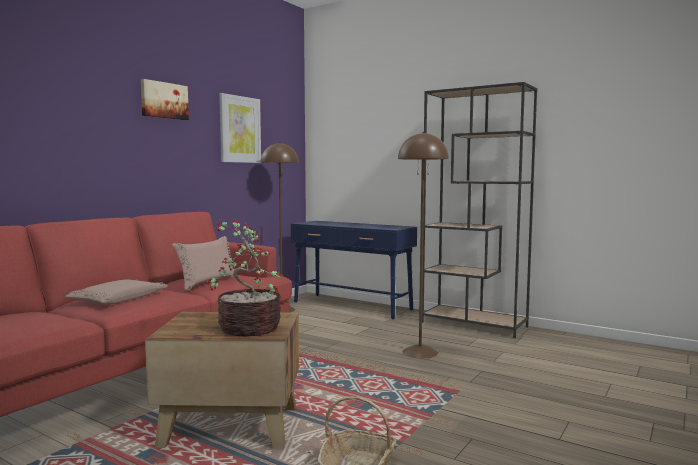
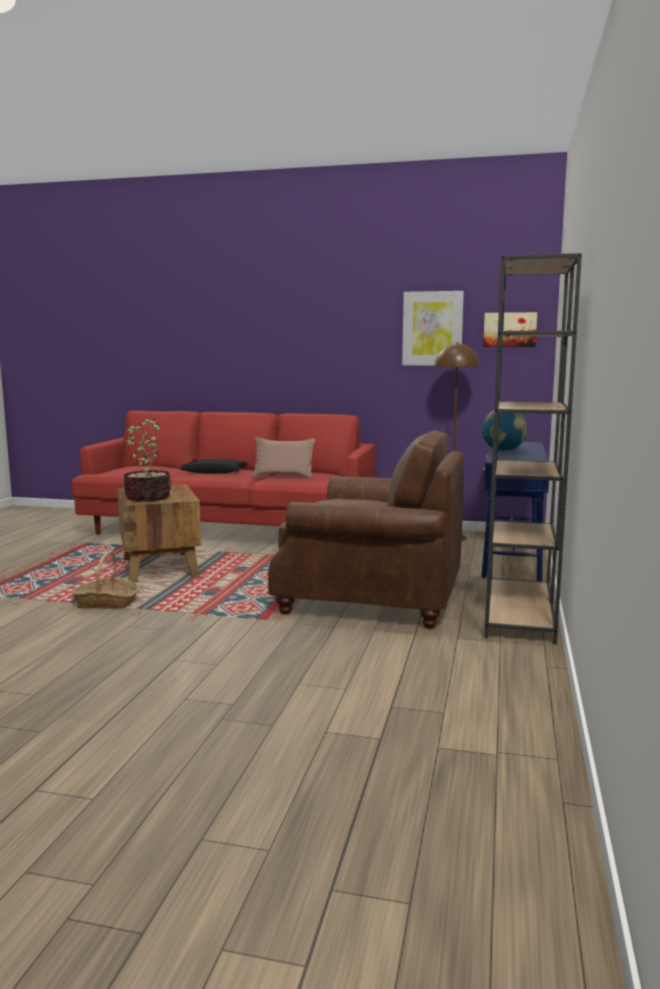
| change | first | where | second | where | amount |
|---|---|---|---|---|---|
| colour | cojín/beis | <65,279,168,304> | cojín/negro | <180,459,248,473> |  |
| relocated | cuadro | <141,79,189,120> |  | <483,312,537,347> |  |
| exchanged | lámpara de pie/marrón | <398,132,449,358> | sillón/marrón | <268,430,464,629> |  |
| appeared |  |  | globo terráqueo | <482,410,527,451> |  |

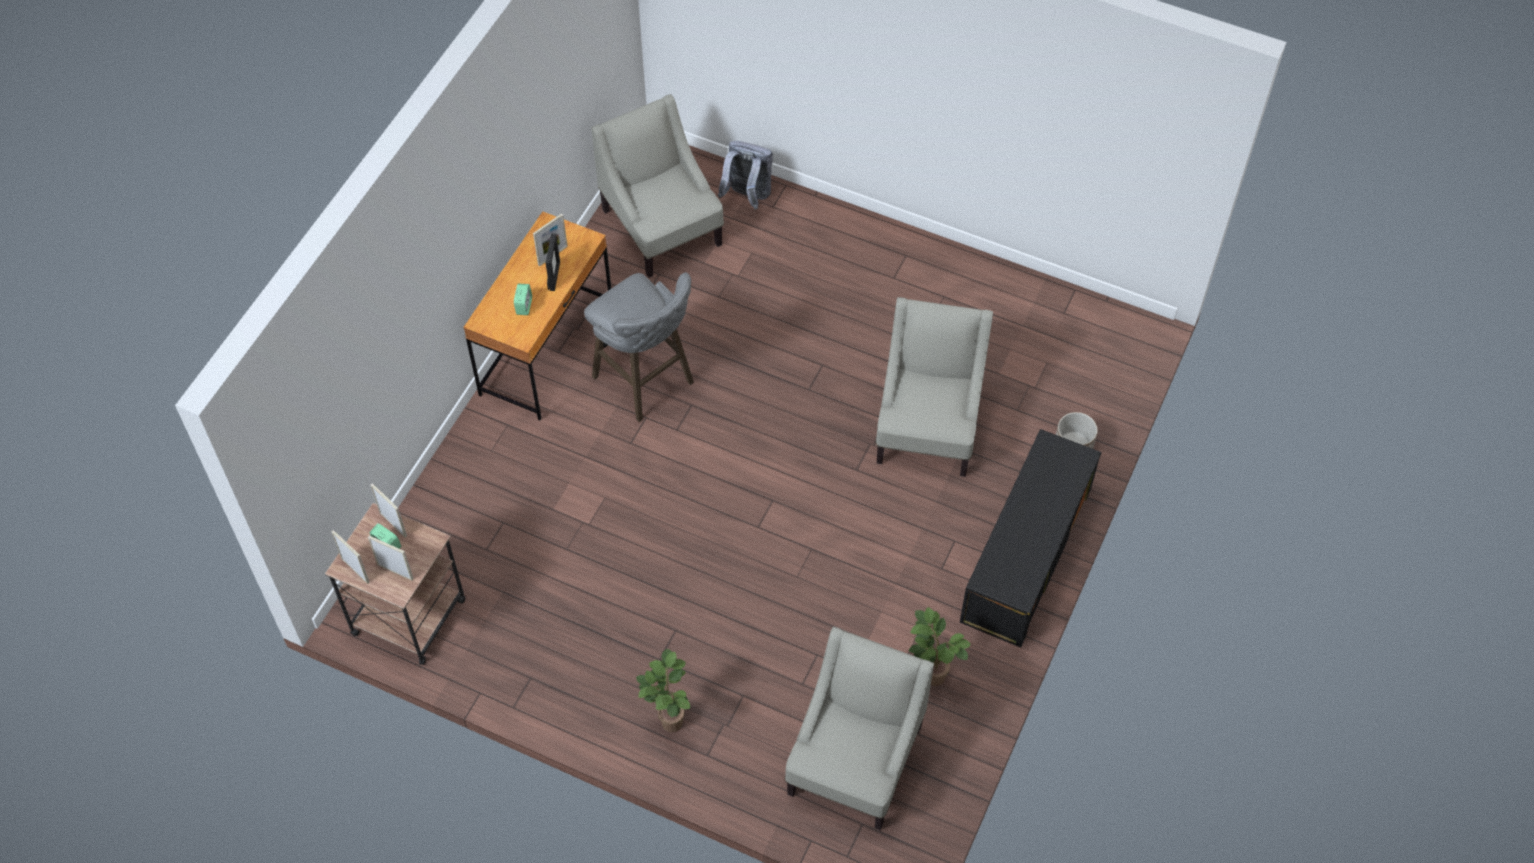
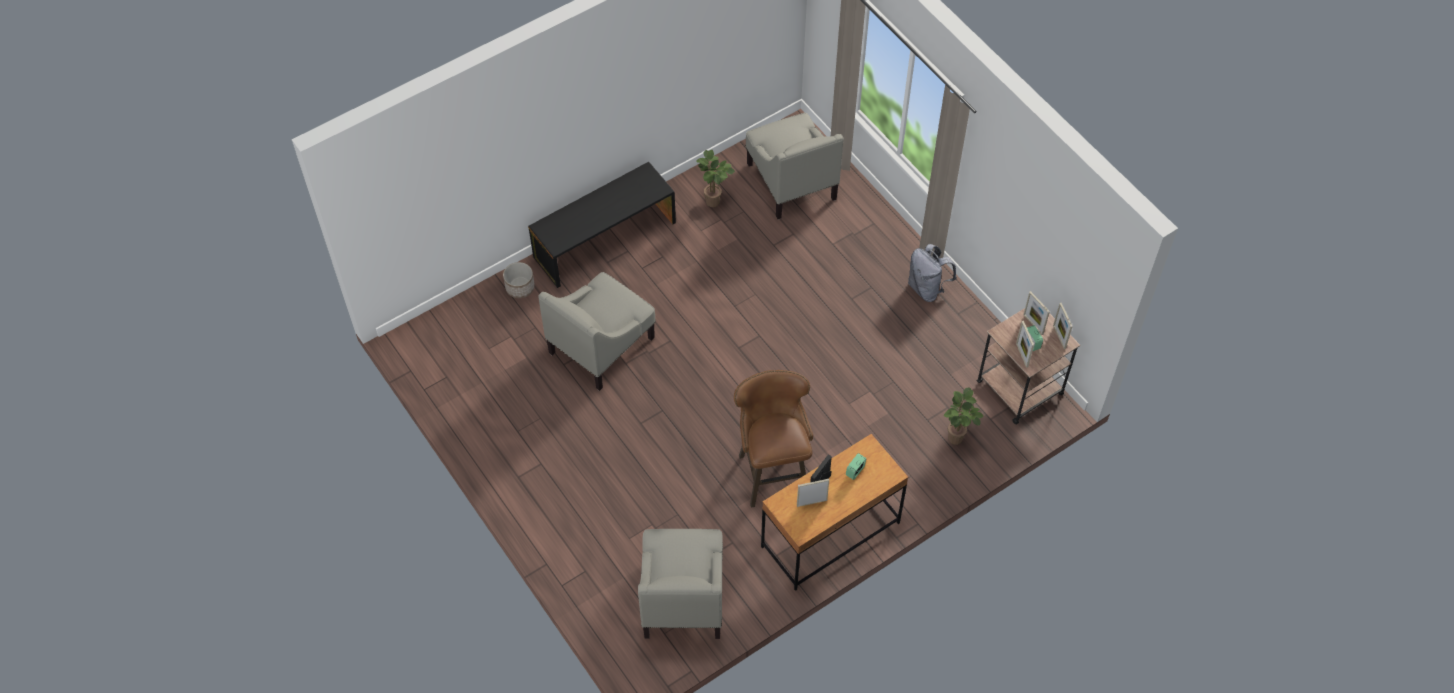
| change | first | where | second | where | amount |
|---|---|---|---|---|---|
| colour | taburete/gris | <584,272,694,422> | taburete/marrón | <734,370,813,508> |  |
| relocated | planta en maceta | <636,649,690,732> |  | <944,388,983,445> |  |
| relocated | mochila/gris | <718,141,773,210> |  | <908,244,957,302> |  |
| spun | sillón/gris | <785,626,934,831> |  | <745,113,844,220> | 75 degrees counterclockwise |

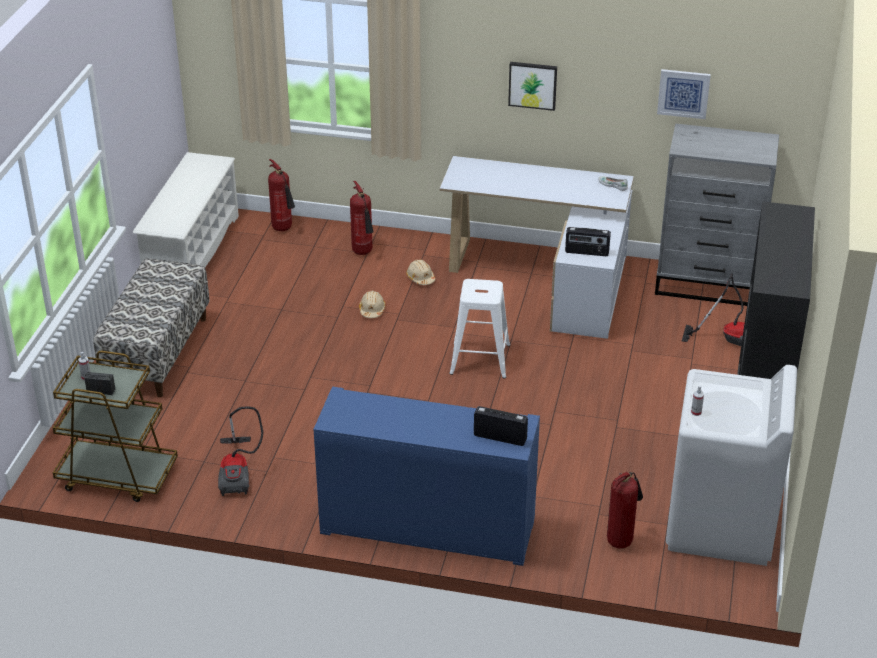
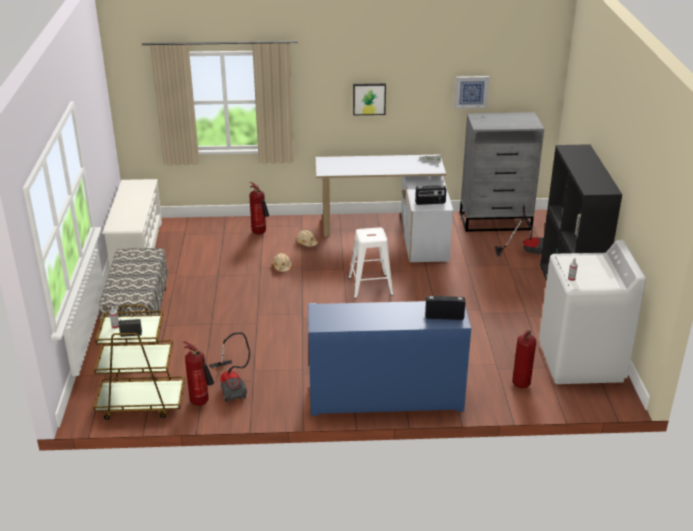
| change | first | where | second | where | amount |
|---|---|---|---|---|---|
| relocated | extintor | <268,159,295,231> |  | <184,341,214,406> |  |

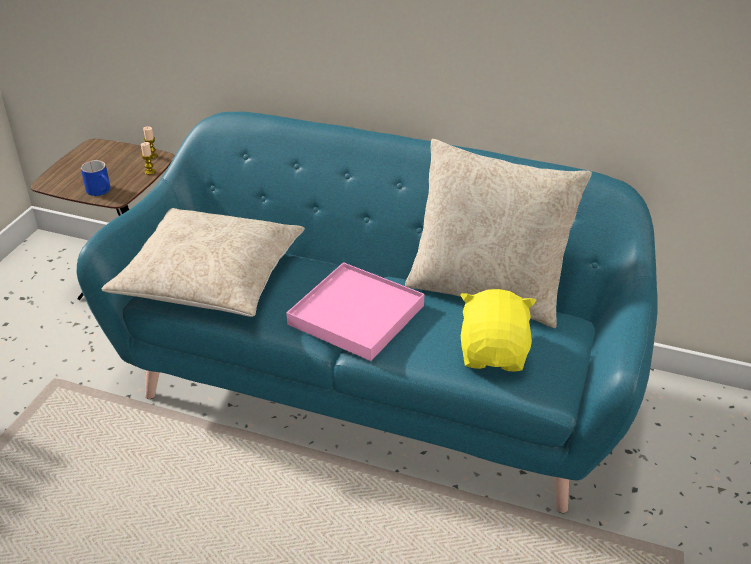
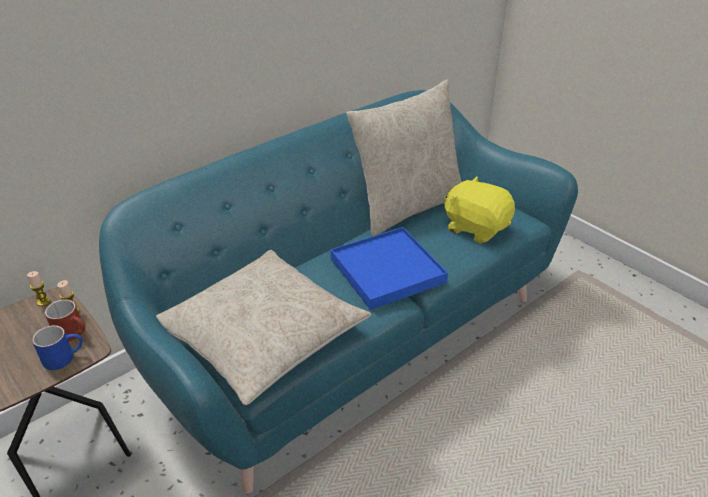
| change | first | where | second | where | amount |
|---|---|---|---|---|---|
| colour | bandeja/rosa | <286,262,424,361> | bandeja/azul | <331,227,448,310> |  |
| appeared |  |  | taza grande/rojo | <45,299,86,341> |  |

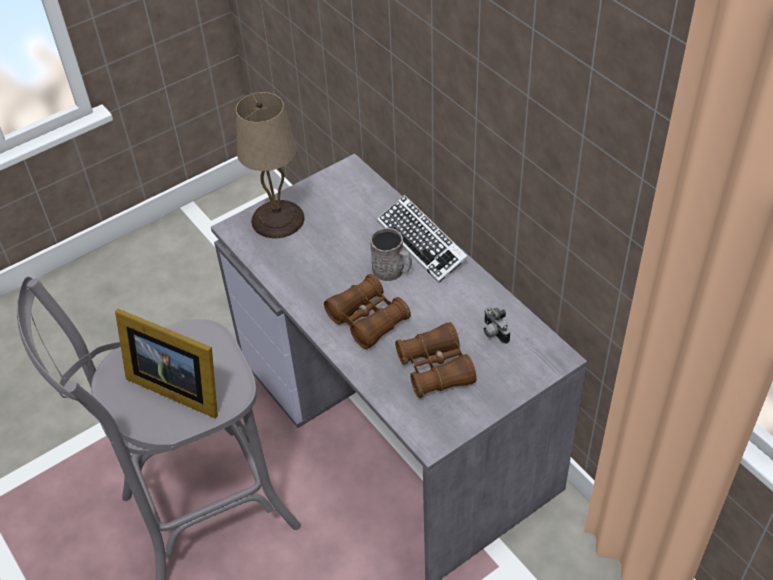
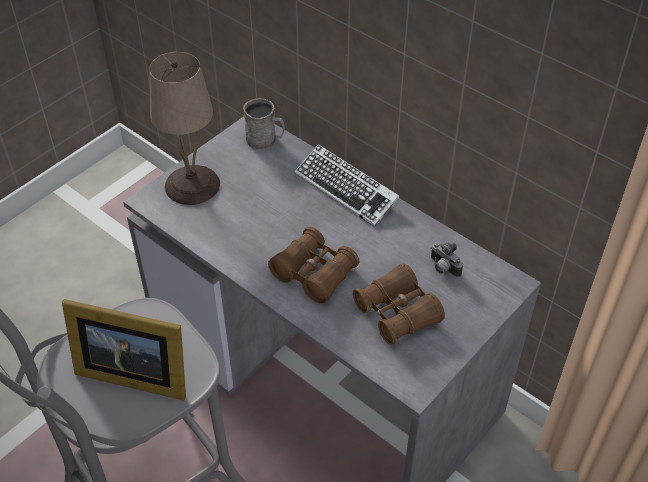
| change | first | where | second | where | amount |
|---|---|---|---|---|---|
| relocated | taza grande/gris | <370,228,412,281> |  | <243,98,285,150> |  |

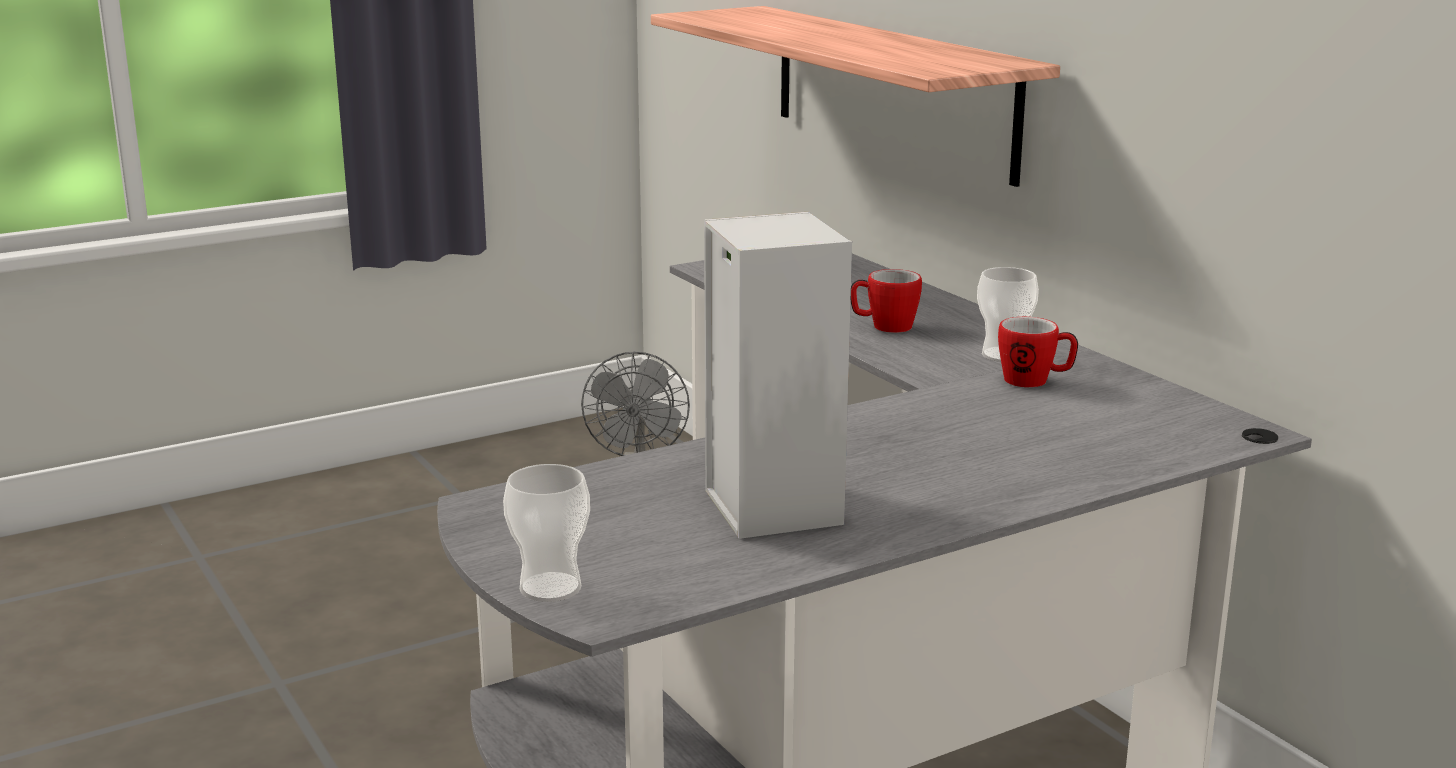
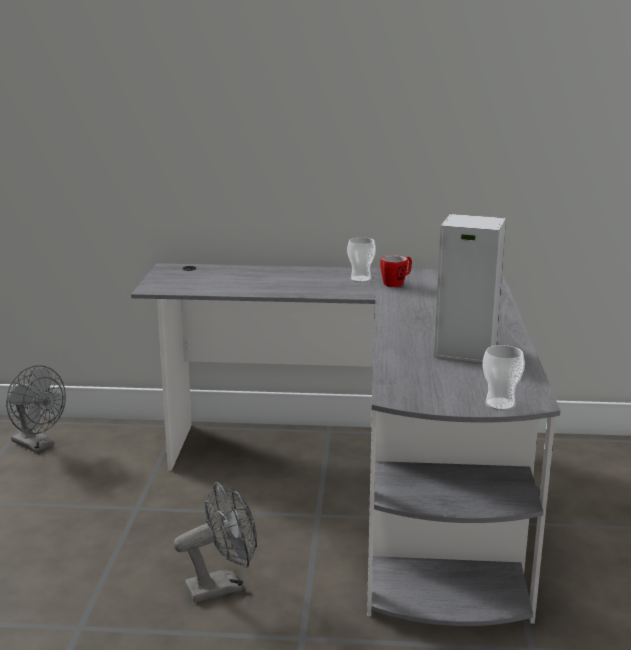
| change | first | where | second | where | amount |
|---|---|---|---|---|---|
| missing | estante | <651,6,1060,187> |  |  |  |
| missing | taza grande | <851,269,922,333> |  |  |  |
| appeared |  |  | ventilador/gris | <174,482,257,602> |  |

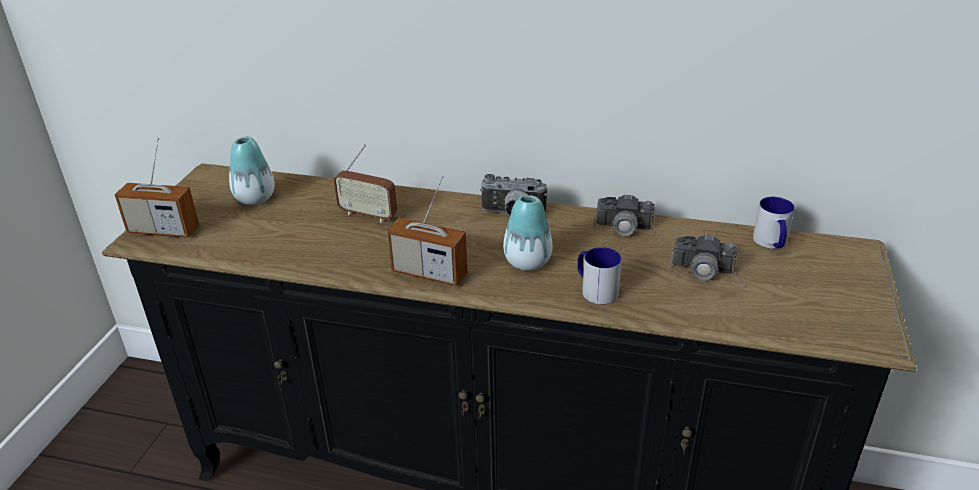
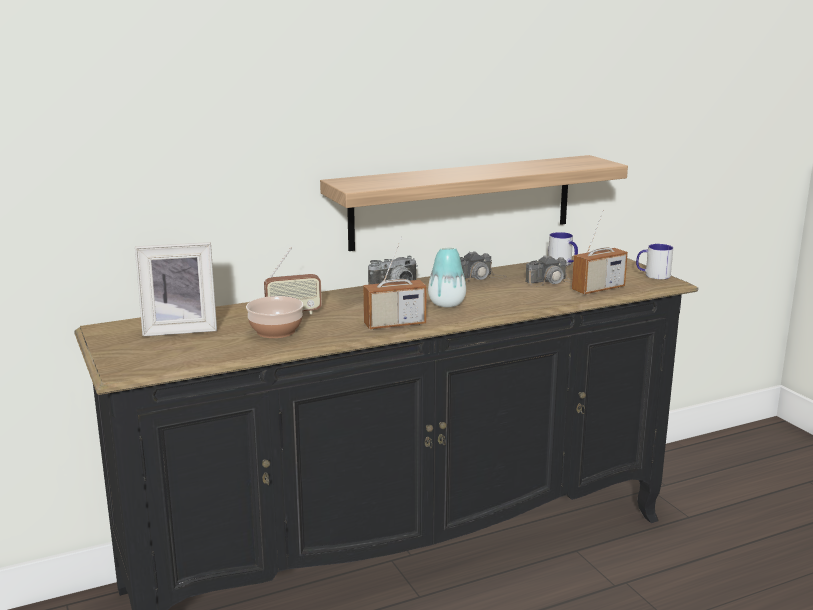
| change | first | where | second | where | amount |
|---|---|---|---|---|---|
| relocated | radio | <115,137,199,238> |  | <572,210,628,294> |  |
| exchanged | florero | <229,136,275,205> | portarretratos | <135,242,217,337> |  |
| relocated | taza grande | <577,247,622,304> |  | <636,244,673,279> |  |
| appeared |  |  | cuenco | <246,296,303,338> |  |
| appeared |  |  | estante | <320,155,628,251> |  |

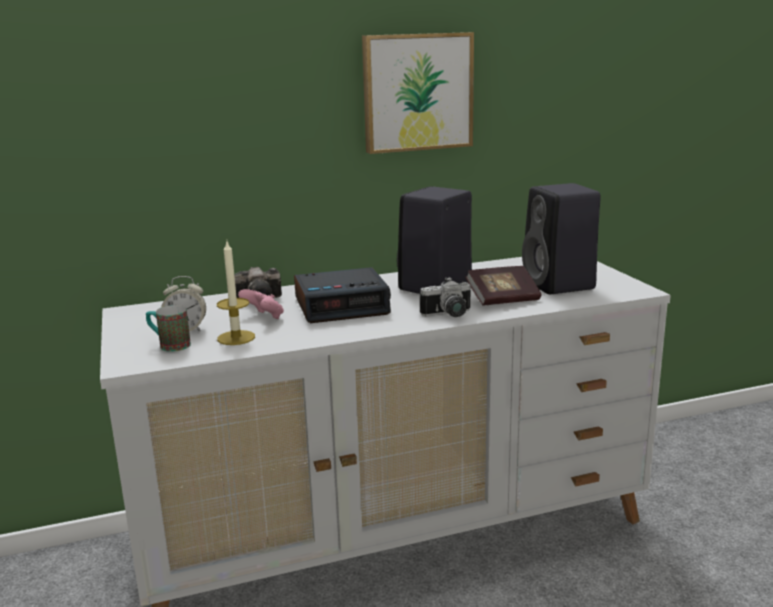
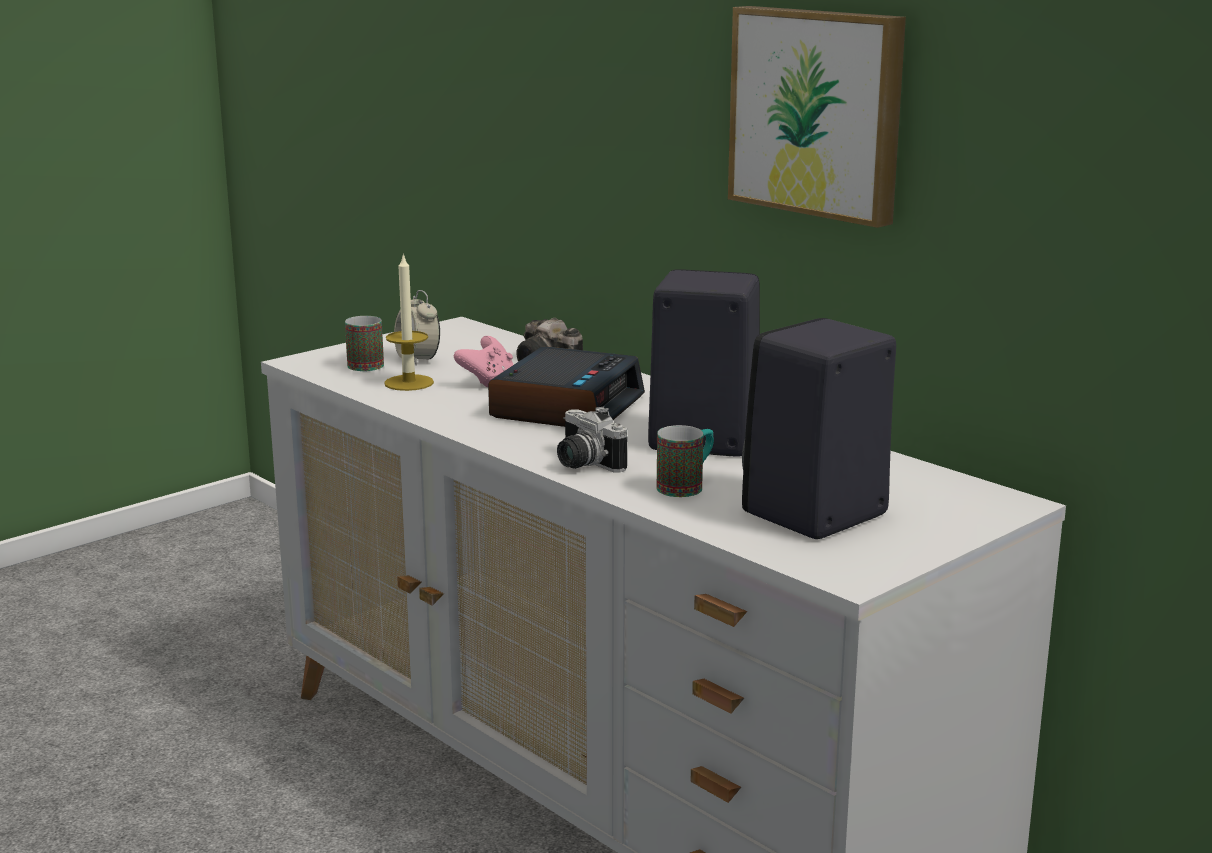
| change | first | where | second | where | amount |
|---|---|---|---|---|---|
| spun | despertador | <294,267,391,323> |  | <488,346,645,427> | 120 degrees counterclockwise |
| exchanged | libro | <465,266,541,306> | taza grande | <657,425,714,497> |  |

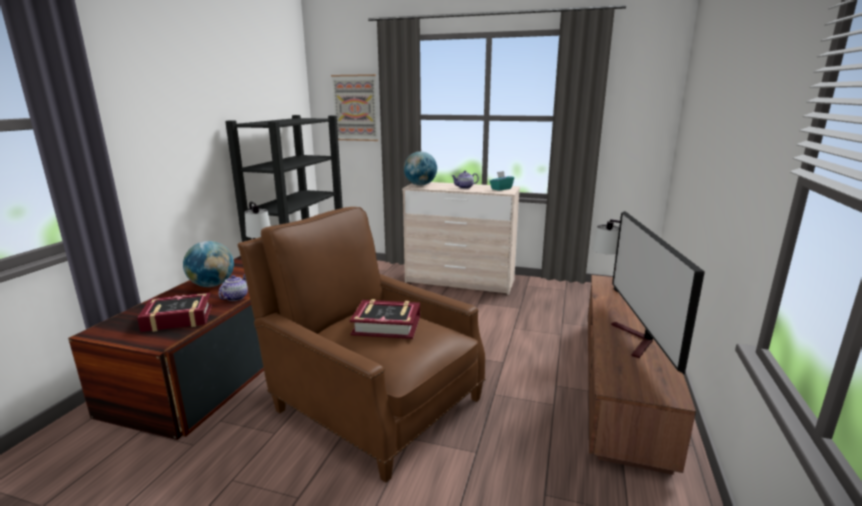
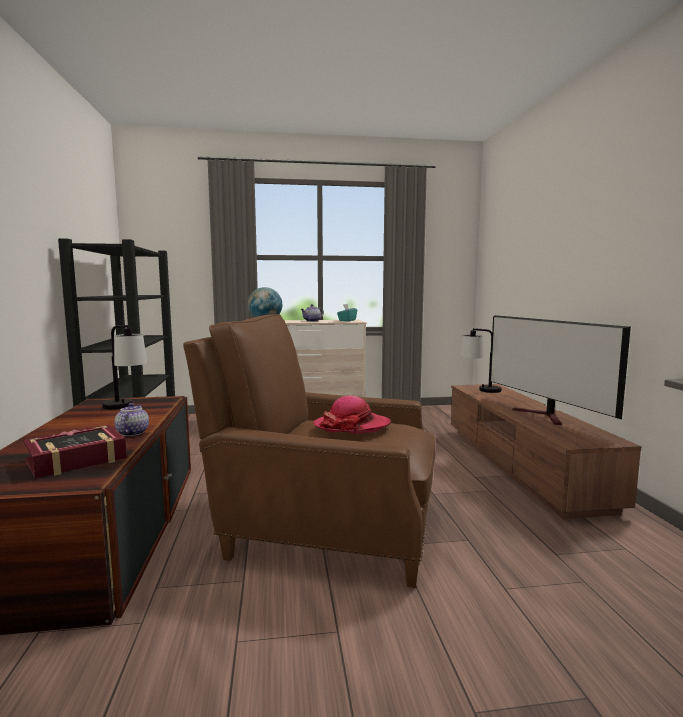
| change | first | where | second | where | amount |
|---|---|---|---|---|---|
| missing | globo terráqueo | <183,241,234,287> |  |  |  |
| missing | cuadro | <331,74,378,141> |  |  |  |
| exchanged | libro | <350,299,420,339> | sombrero | <313,396,391,434> |  |

